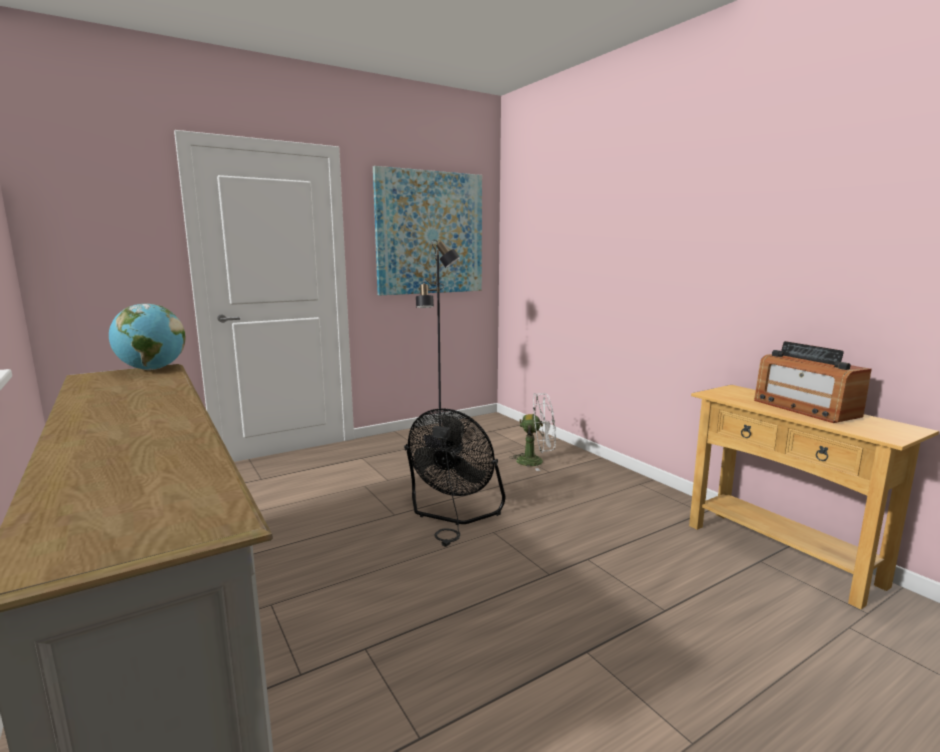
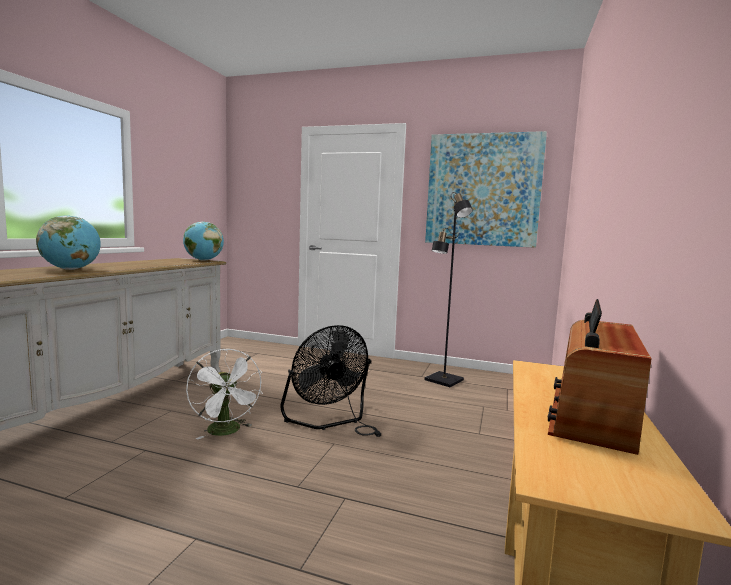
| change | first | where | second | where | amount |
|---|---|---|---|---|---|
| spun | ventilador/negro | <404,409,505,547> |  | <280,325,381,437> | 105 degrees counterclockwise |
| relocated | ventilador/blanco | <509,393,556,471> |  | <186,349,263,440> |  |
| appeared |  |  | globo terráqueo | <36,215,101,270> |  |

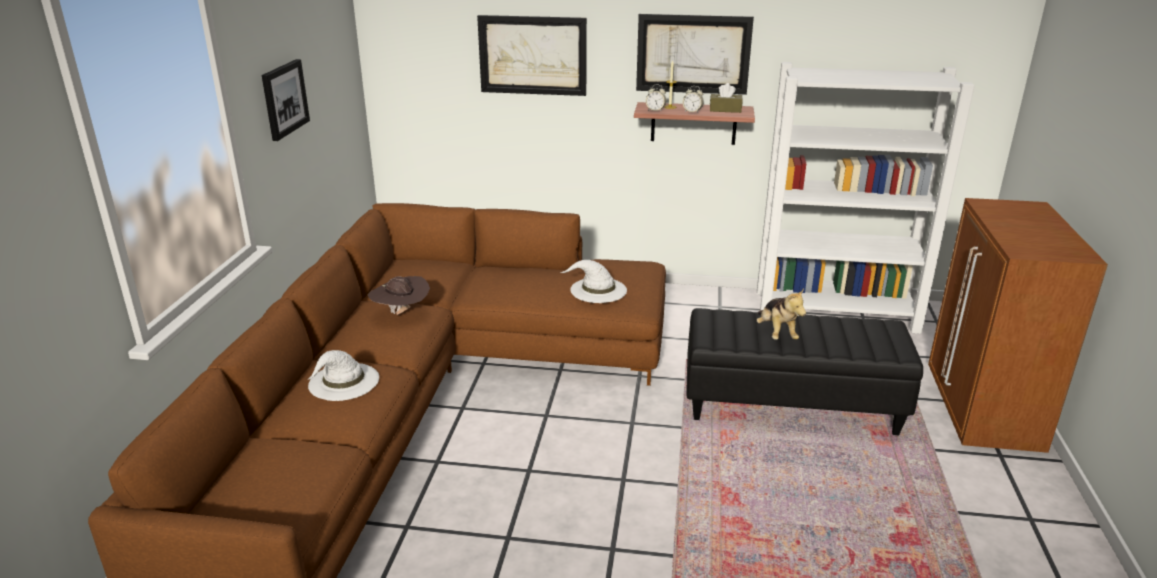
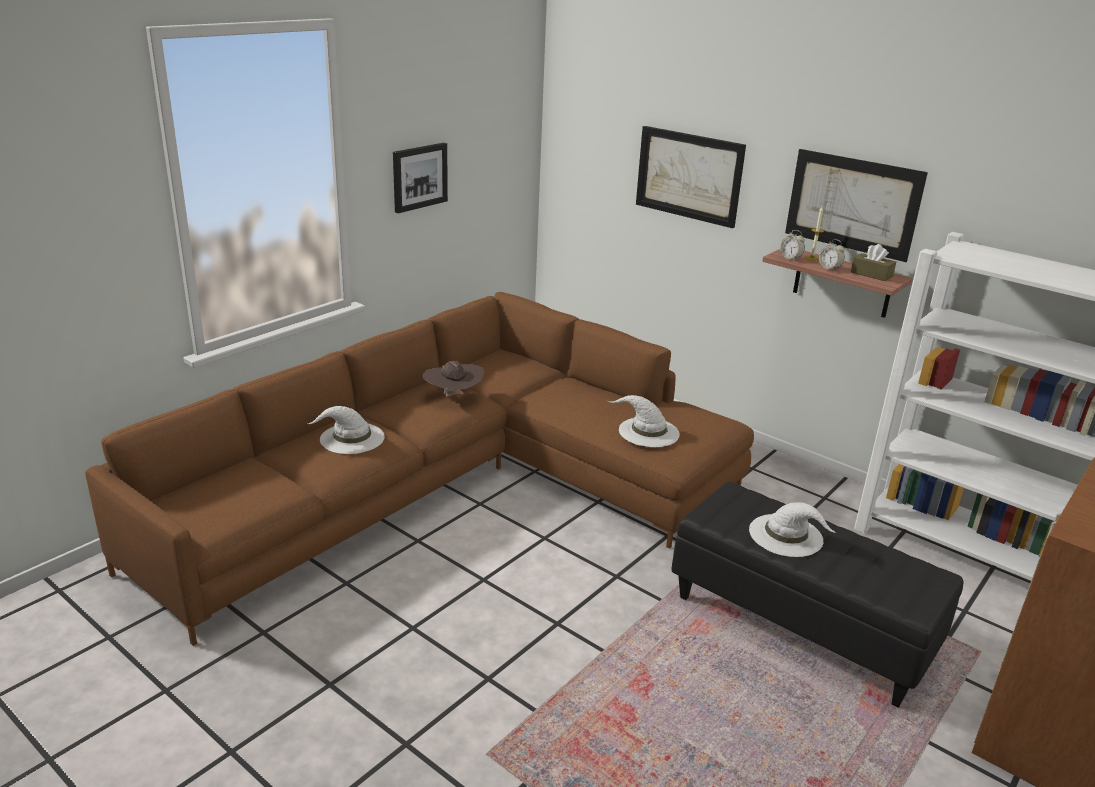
| change | first | where | second | where | amount |
|---|---|---|---|---|---|
| exchanged | peluche | <757,288,806,340> | sombrero/blanco | <749,502,836,557> |  |

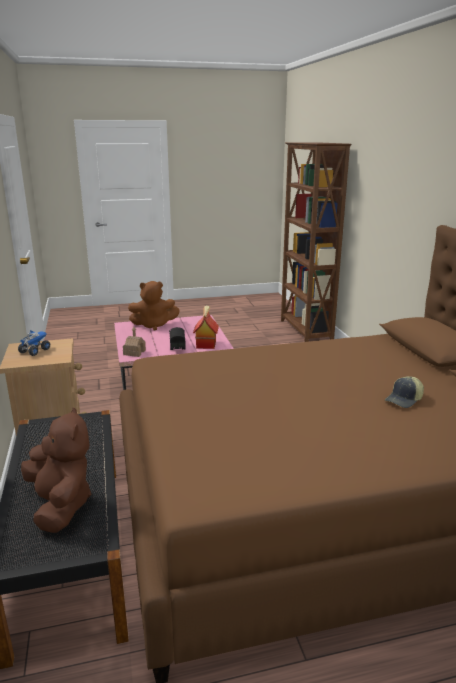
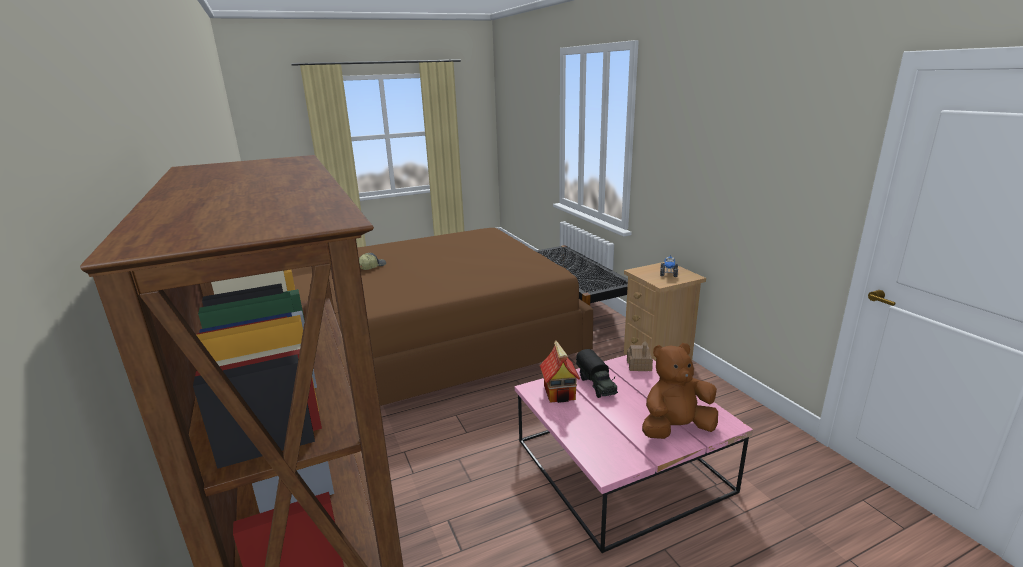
| change | first | where | second | where | amount |
|---|---|---|---|---|---|
| missing | peluche/marrón | <21,407,91,533> |  |  |  |

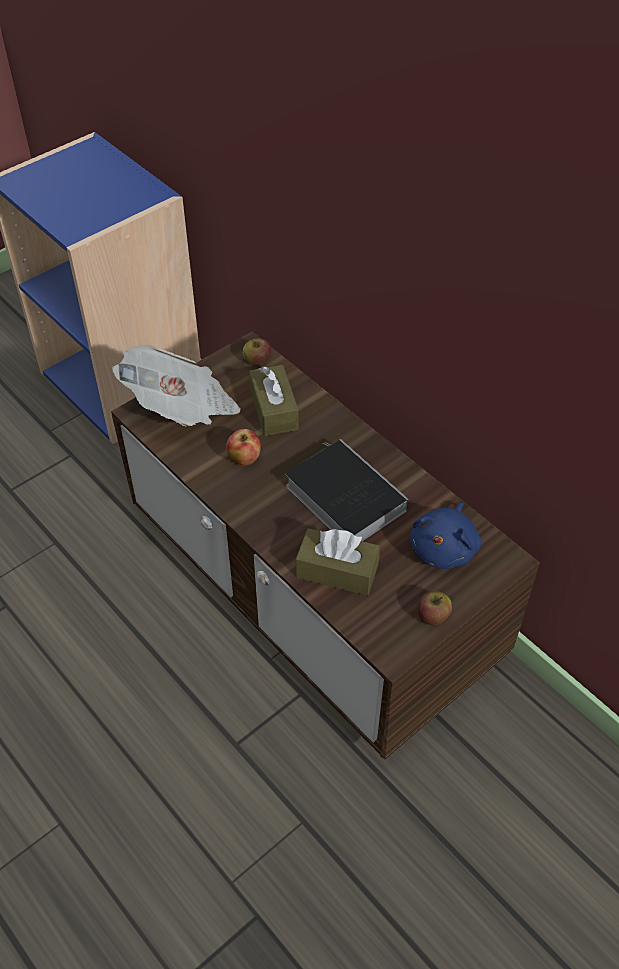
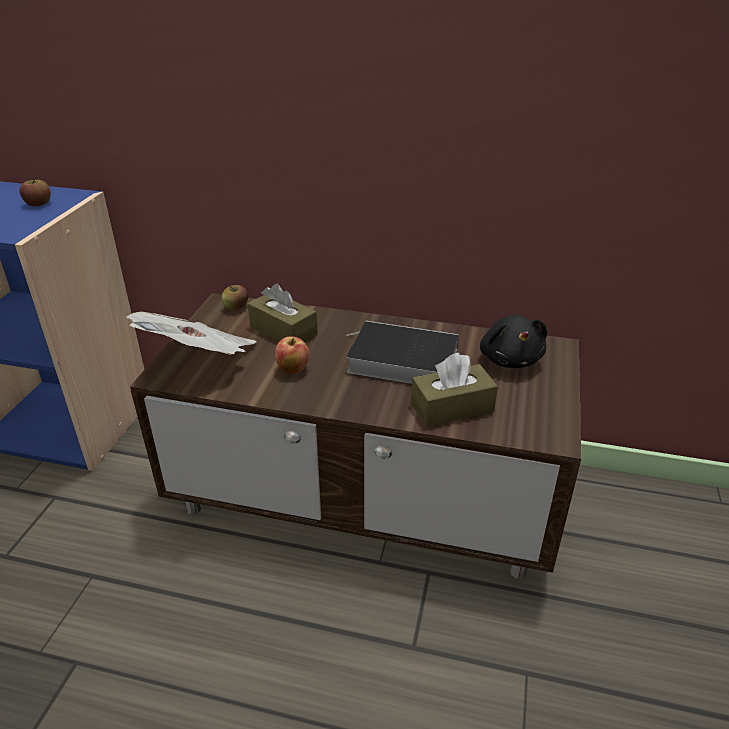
| change | first | where | second | where | amount |
|---|---|---|---|---|---|
| colour | peluche/azul | <410,502,481,569> | peluche/negro | <480,315,547,368> |  |
| relocated | manzana | <417,591,452,626> |  | <20,176,51,207> |  |

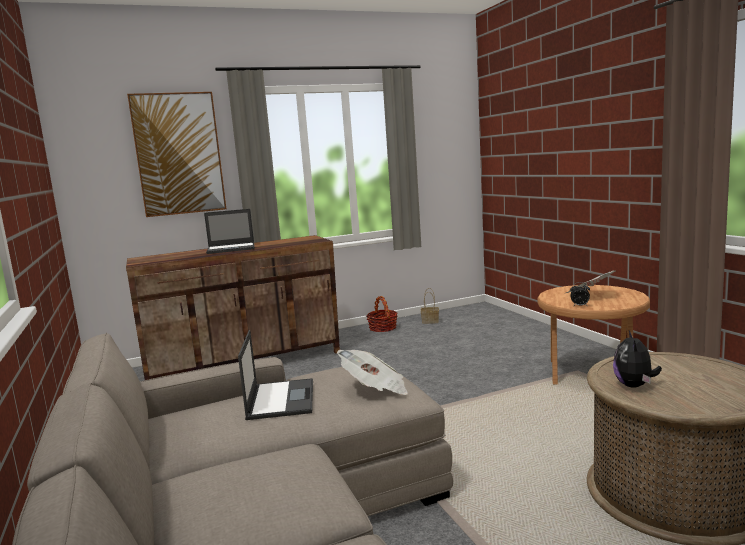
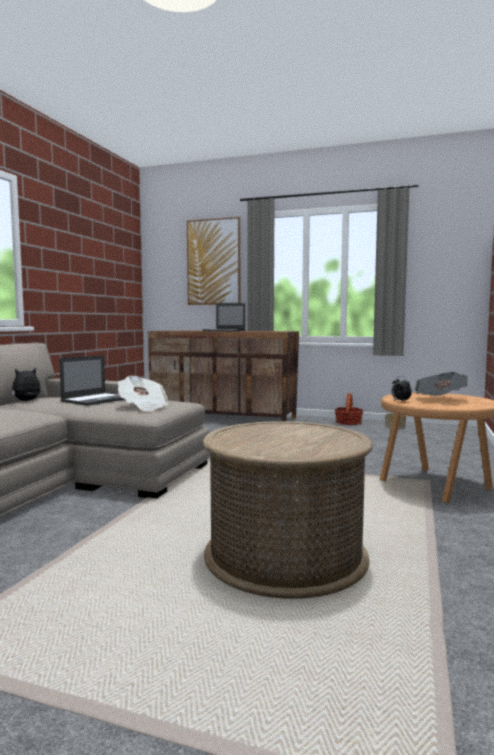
| change | first | where | second | where | amount |
|---|---|---|---|---|---|
| relocated | peluche | <613,331,662,388> |  | <11,368,41,401> |  |

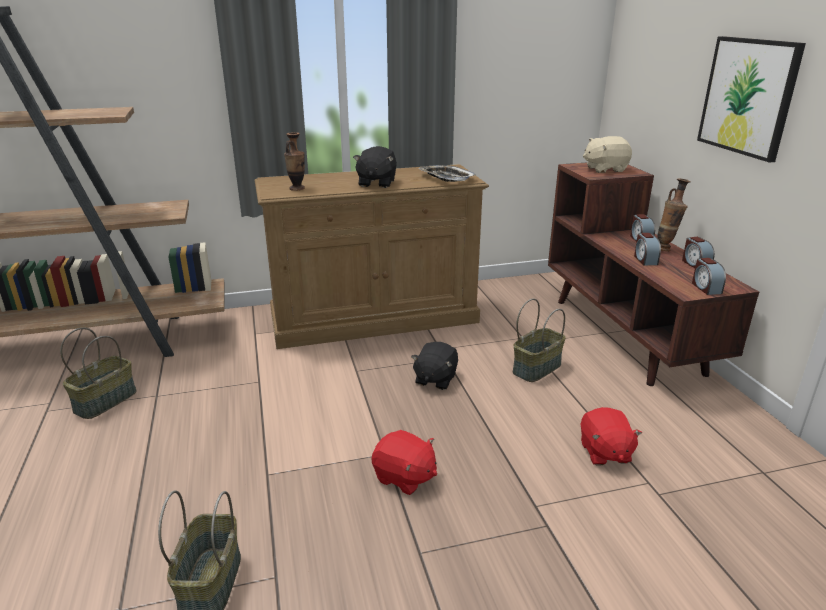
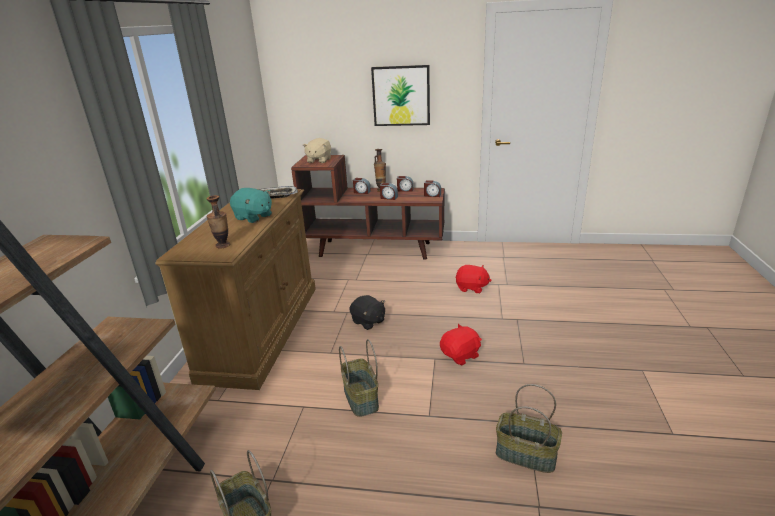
| change | first | where | second | where | amount |
|---|---|---|---|---|---|
| colour | peluche/negro | <353,146,397,188> | peluche/turquesa | <230,188,272,223> |  |
| relocated | cesta | <513,298,566,382> |  | <339,339,379,417> |  |

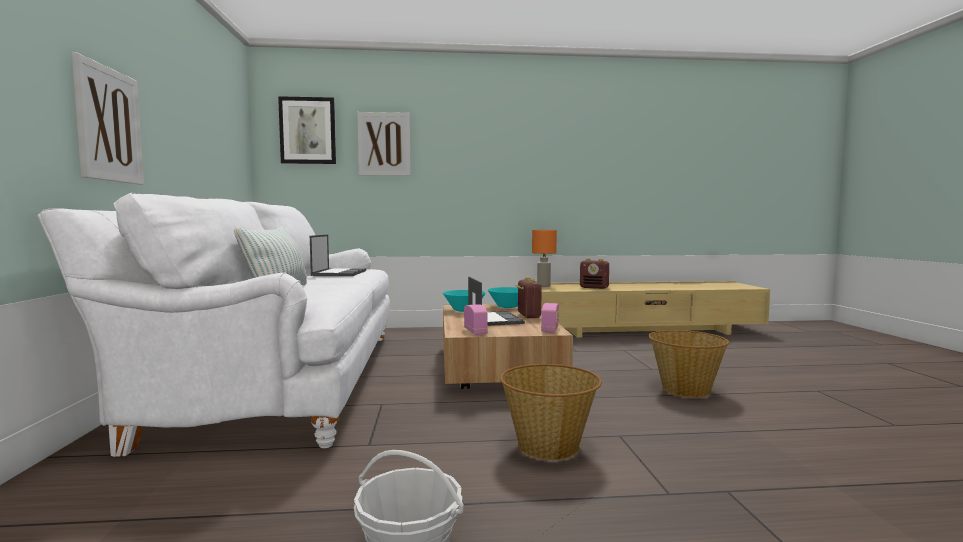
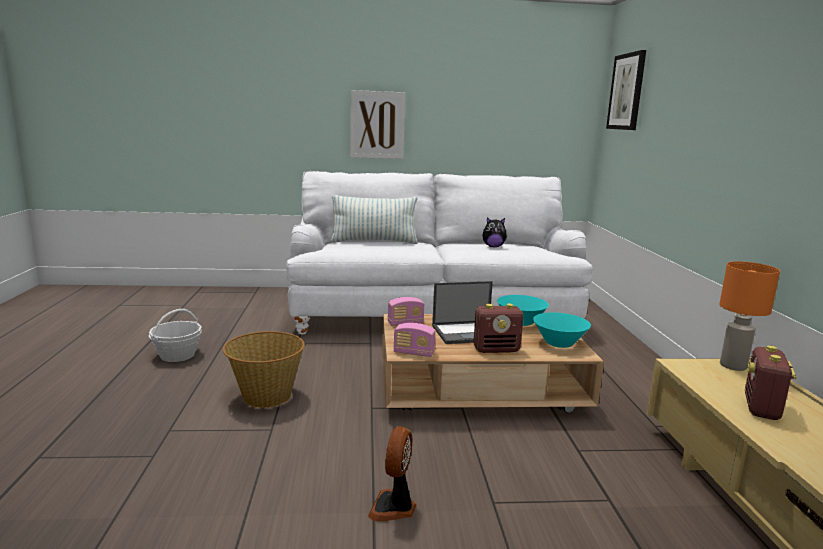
| change | first | where | second | where | amount |
|---|---|---|---|---|---|
| exchanged | portátil | <310,235,366,276> | peluche | <483,217,507,247> |  |
| missing | cuadro | <357,112,410,176> |  |  |  |
| exchanged | cesta | <648,330,729,398> | ventilador | <368,426,416,521> |  |

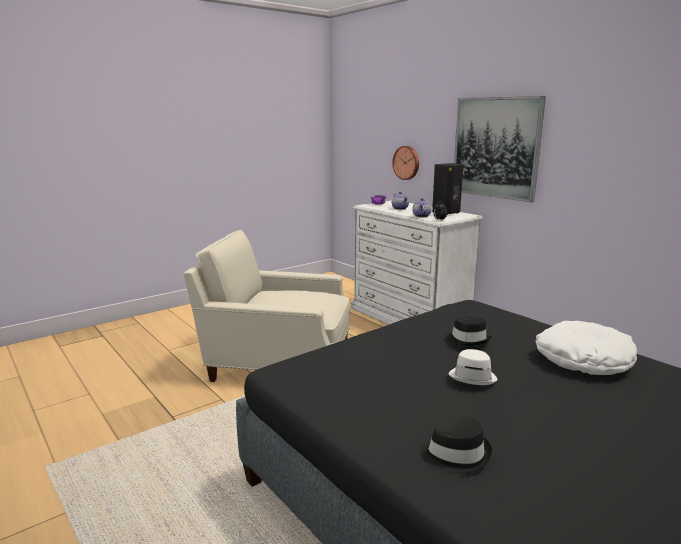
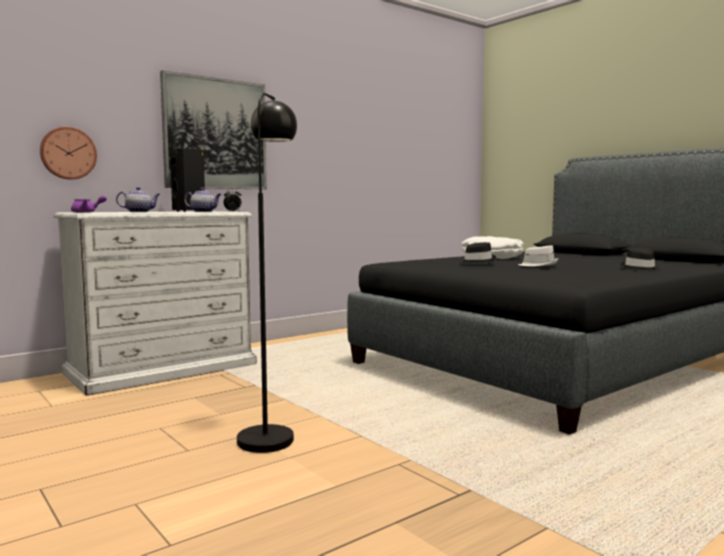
| change | first | where | second | where | amount |
|---|---|---|---|---|---|
| exchanged | sillón/beis | <183,230,350,382> | lámpara de pie/negro | <237,93,297,453> |  |

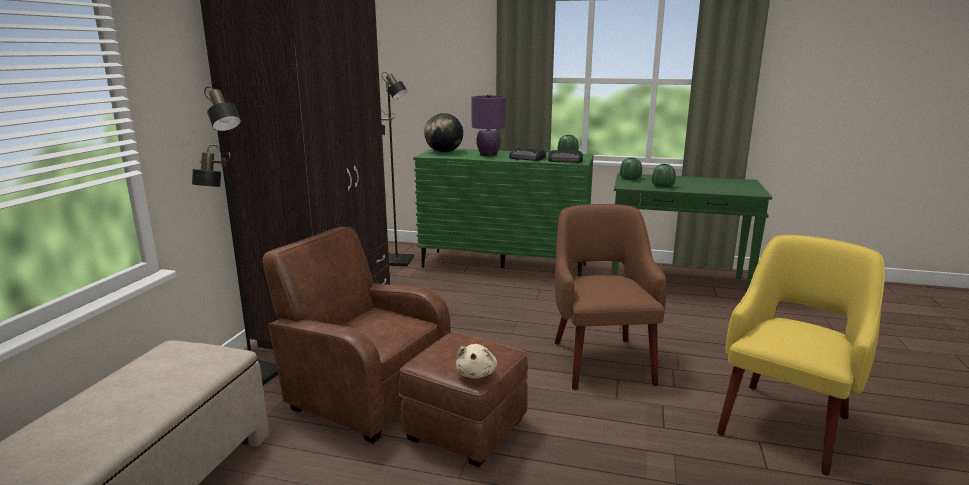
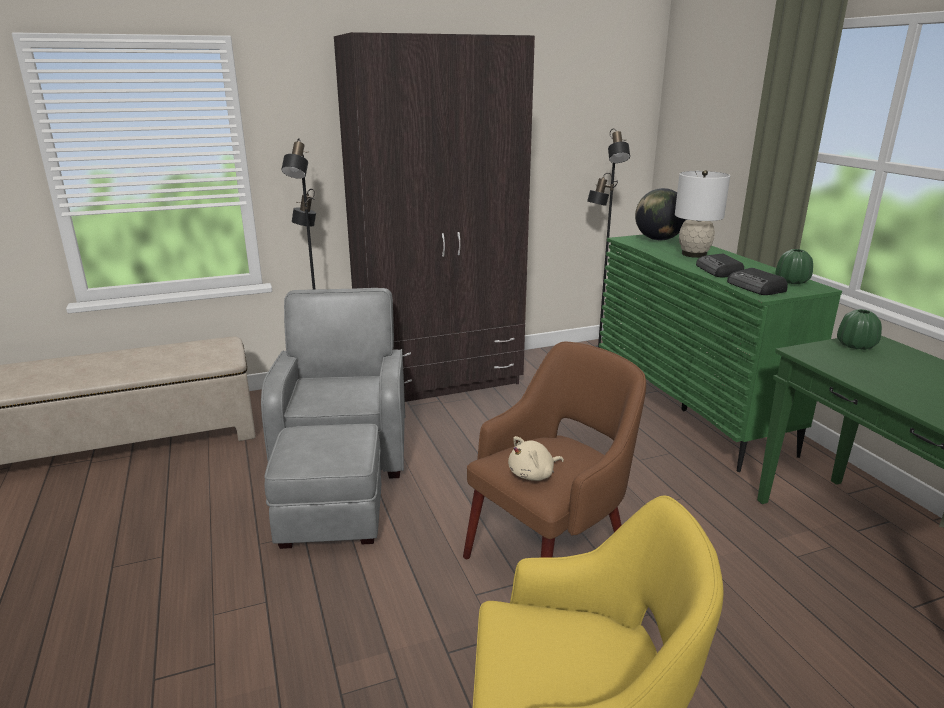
| change | first | where | second | where | amount |
|---|---|---|---|---|---|
| colour | sillón/marrón | <262,227,528,468> | sillón/gris | <261,288,405,549> |  |
| relocated | peluche/beis | <456,344,497,379> |  | <508,436,564,481> |  |
| colour | lámpara de mesa/morado | <471,94,506,156> | lámpara de mesa/blanco | <675,170,730,258> |  |
| missing | florero/verde | <652,164,676,188> |  |  |  |

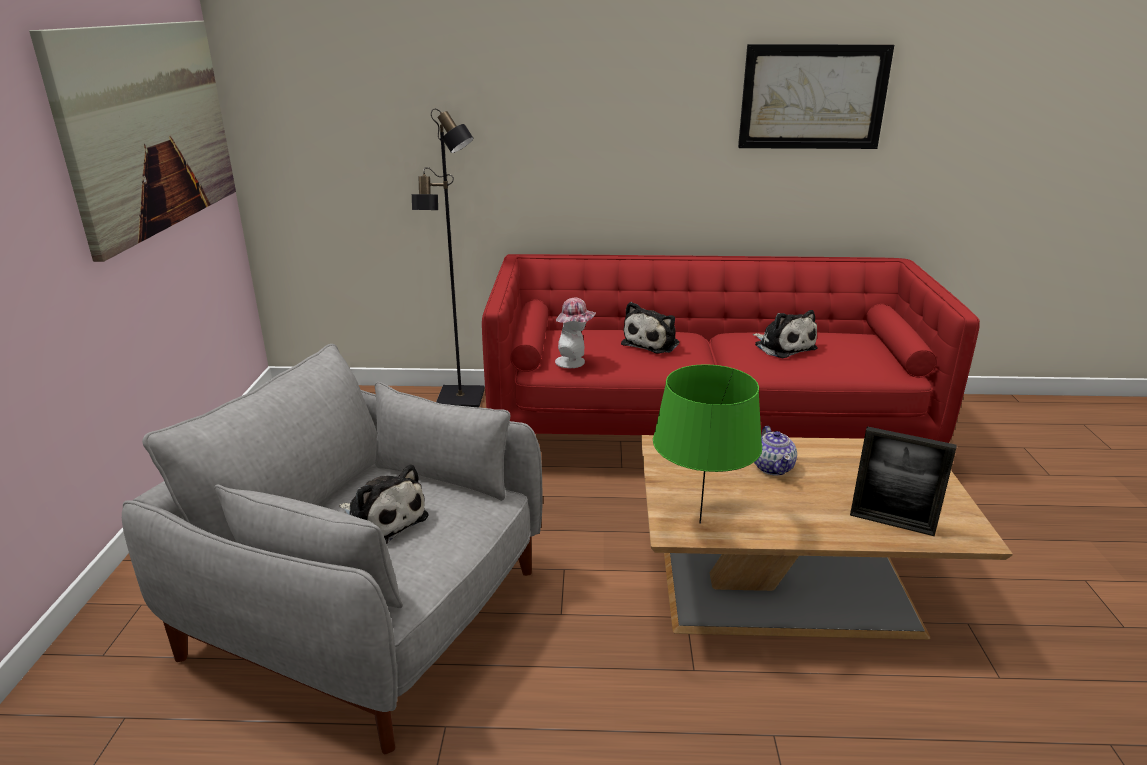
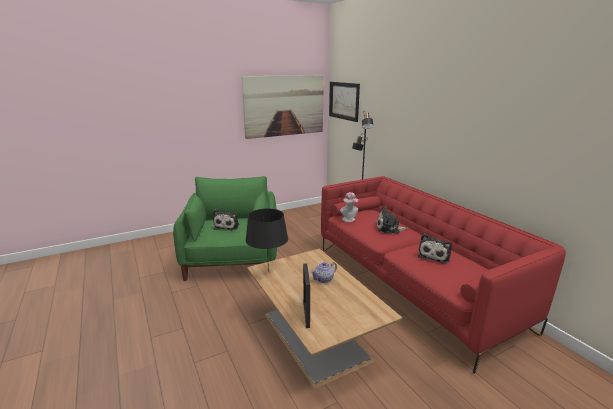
| change | first | where | second | where | amount |
|---|---|---|---|---|---|
| colour | sillón/gris | <122,344,543,754> | sillón/verde | <173,176,277,281> |  |
| colour | lámpara de mesa/verde | <653,364,762,524> | lámpara de mesa/negro | <245,208,288,273> |  |
| relocated | cuadro | <738,44,894,149> |  | <329,82,360,122> |  |

